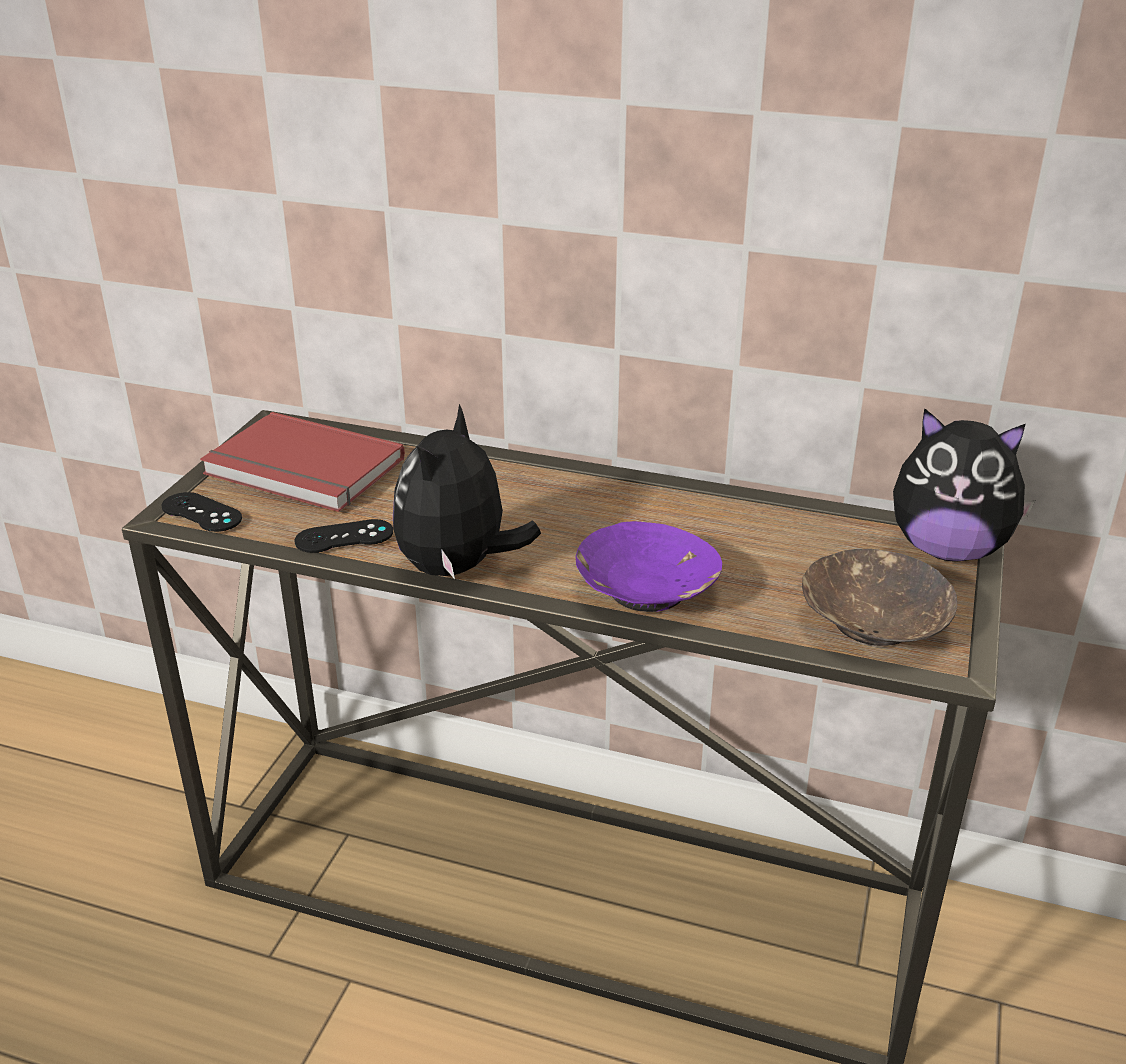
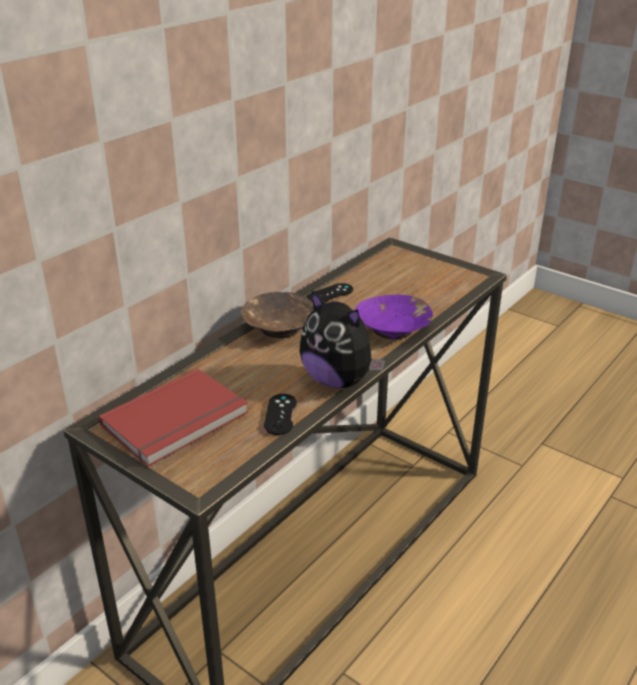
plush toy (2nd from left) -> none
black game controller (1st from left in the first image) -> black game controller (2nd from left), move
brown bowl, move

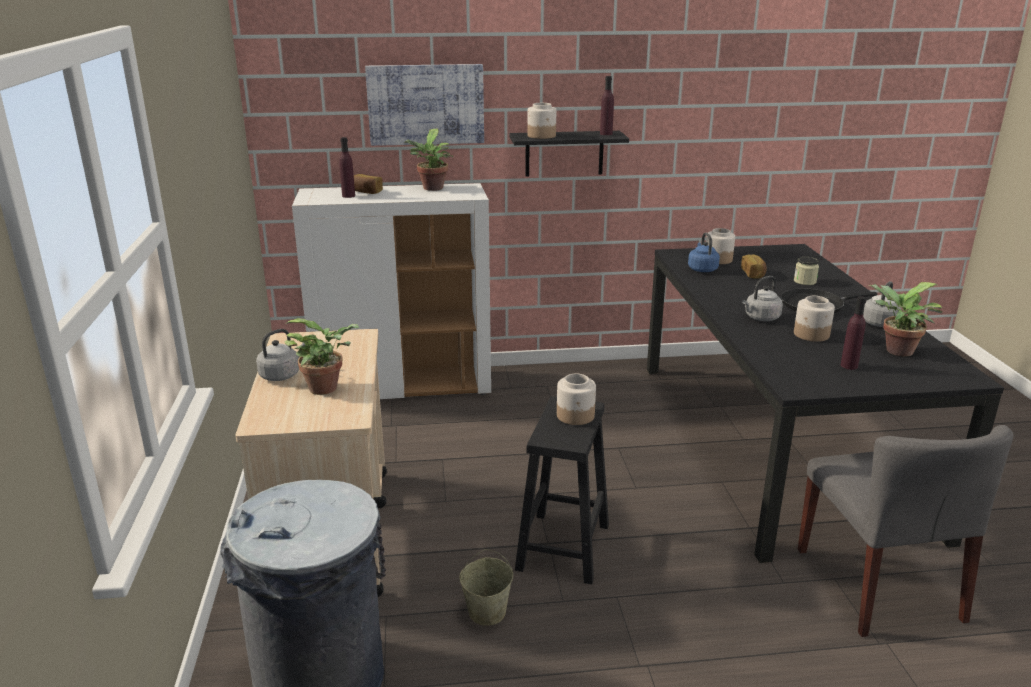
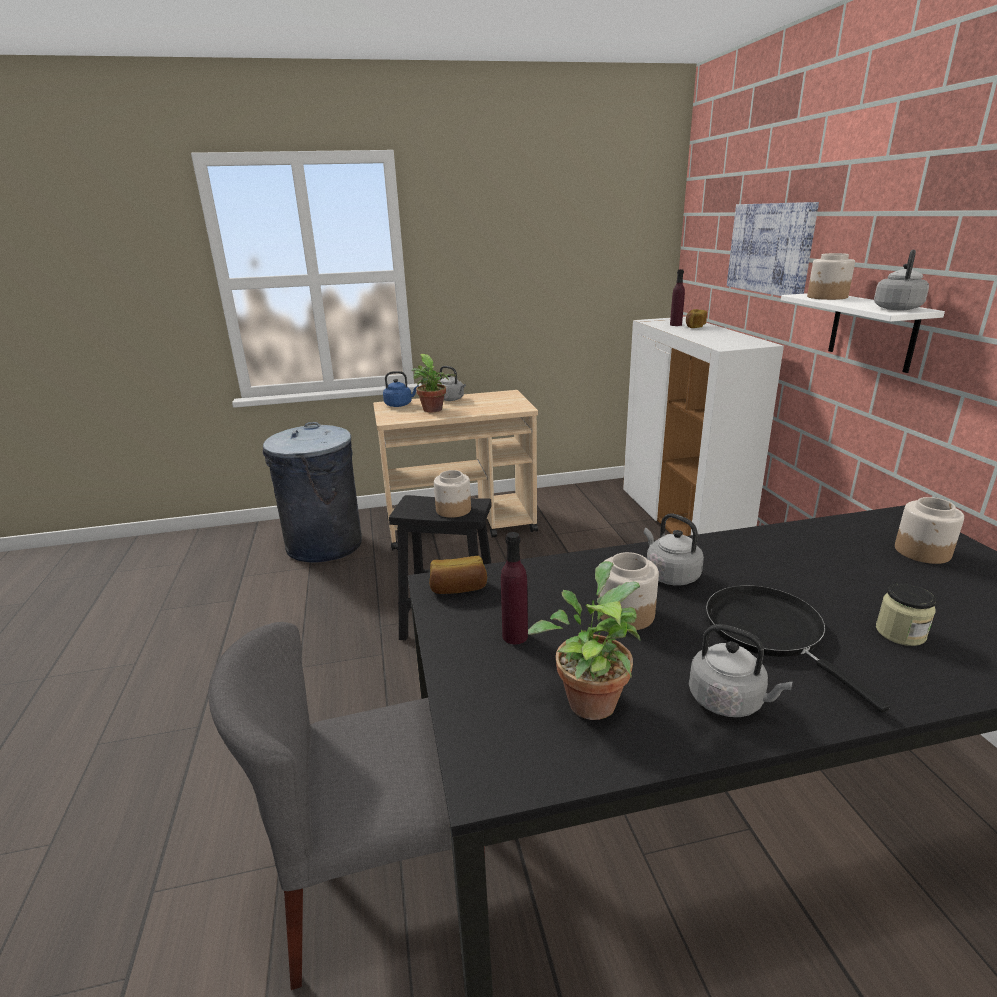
purple bottle (2nd from left) -> grey kettle (4th from left)
potted plant (2nd from left) -> none
black shelf -> white shelf
blue kettle, move
bread (2nd from left in the first image) -> bread (1st from left), move
beige bucket -> none

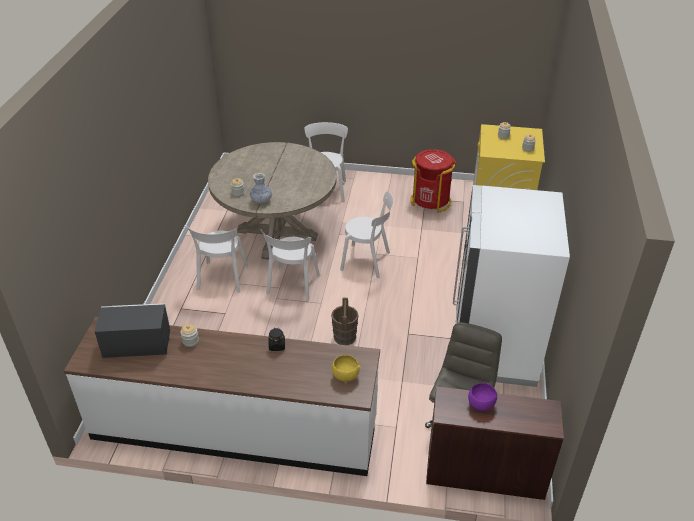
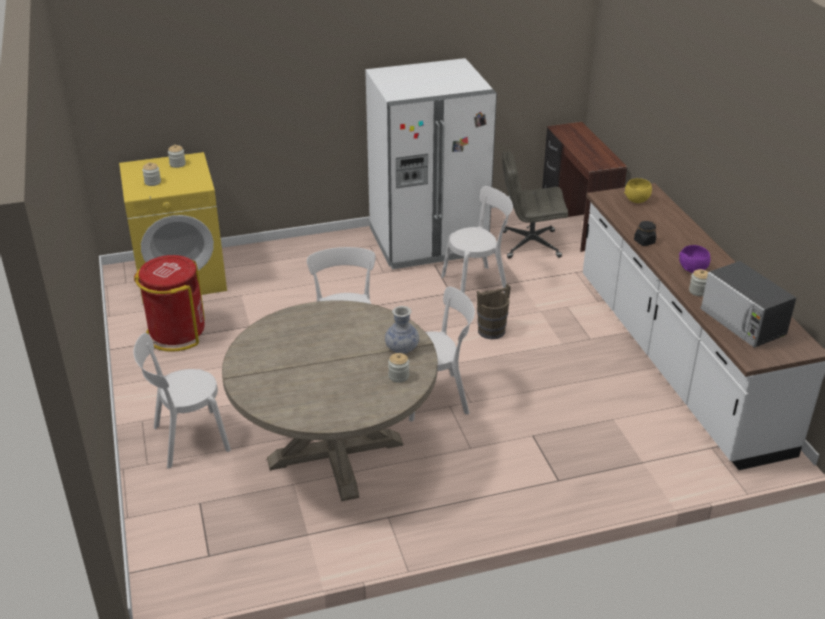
white chair (1st from left in the first image) -> white chair (4th from left), move
purple bowl, move

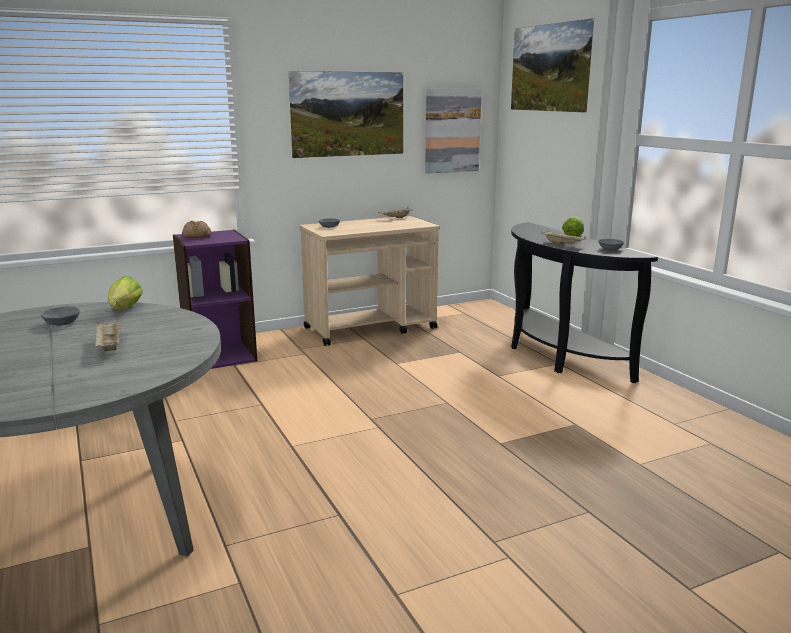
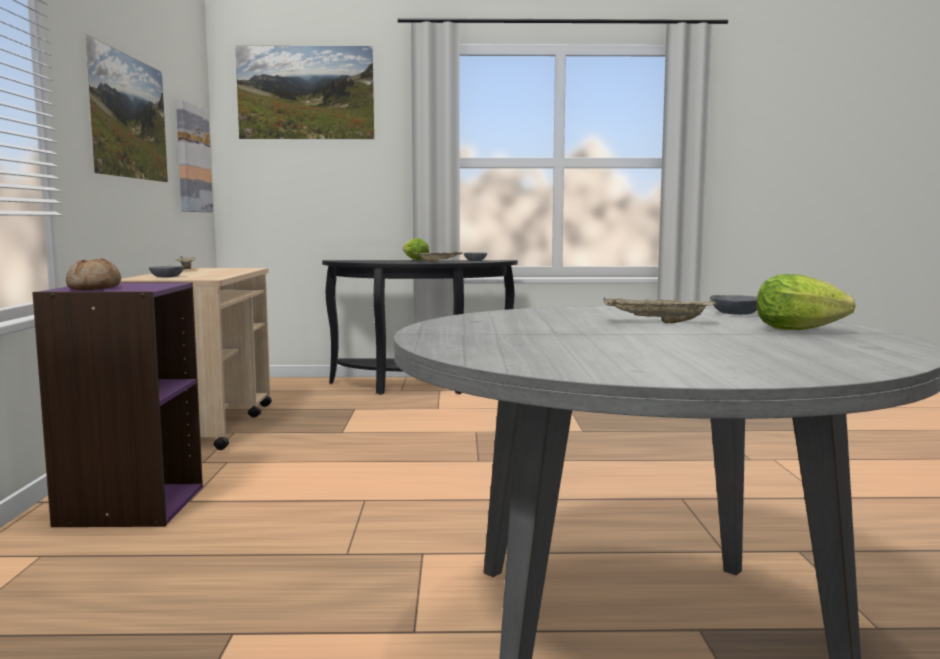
lettuce (1st from left in the first image) -> lettuce (2nd from left), move
grey bowl (1st from left in the first image) -> grey bowl (3rd from left), move

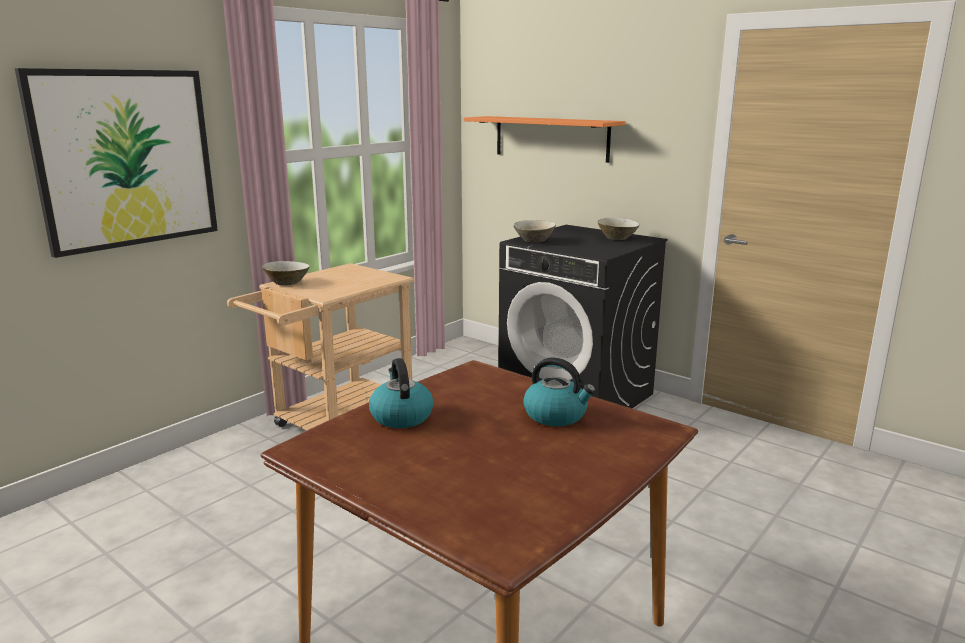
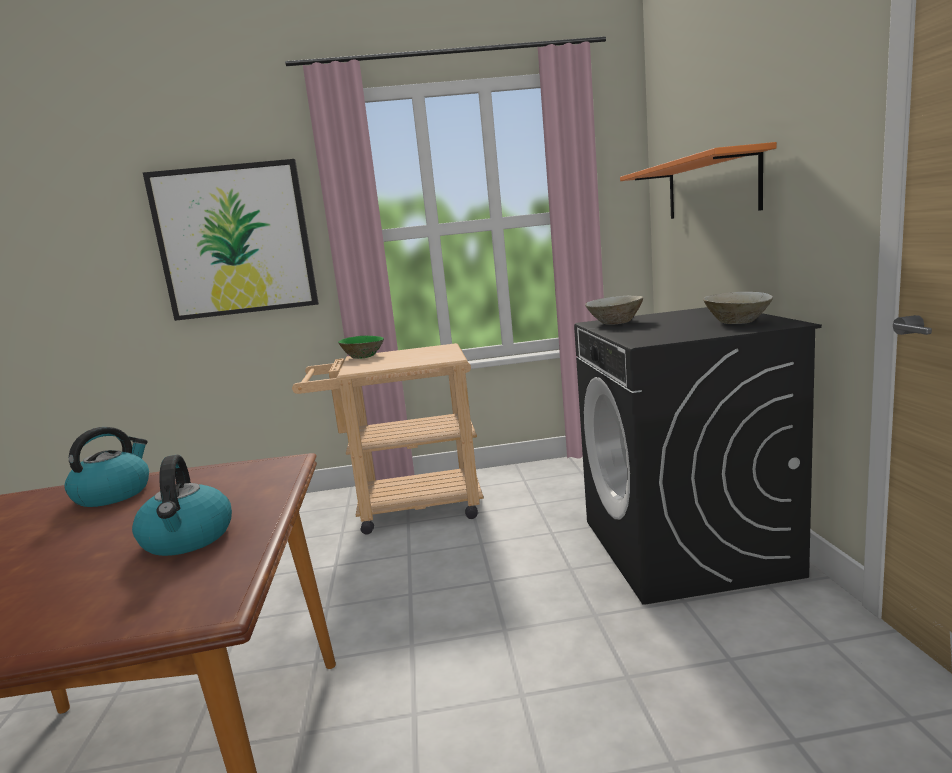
beige bowl (1st from left) -> green bowl

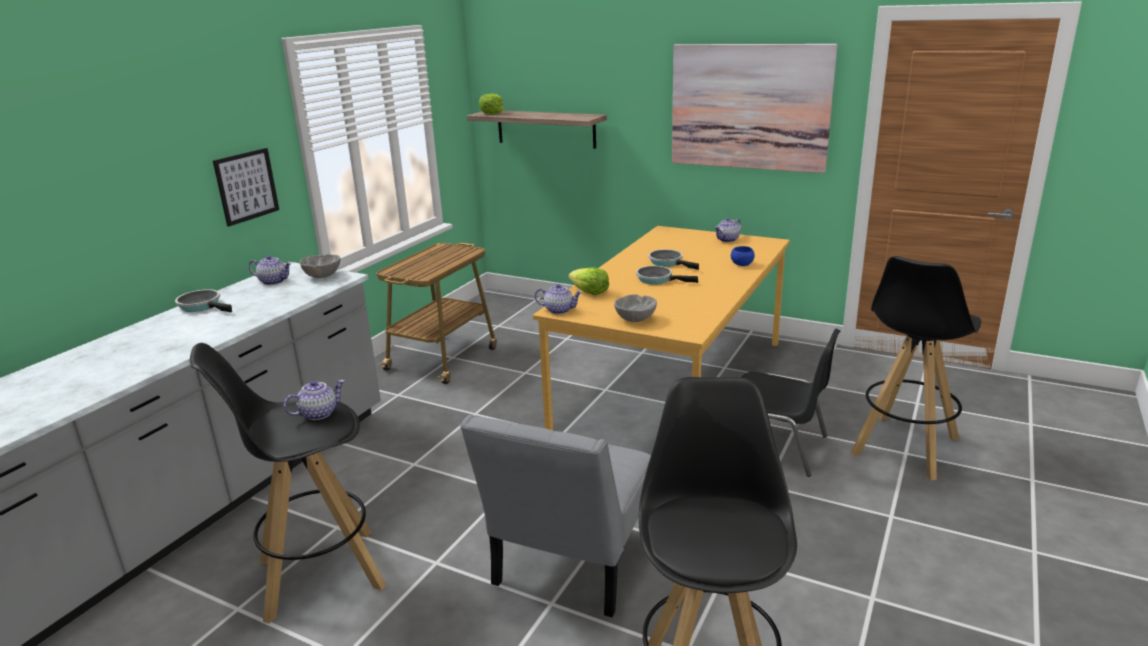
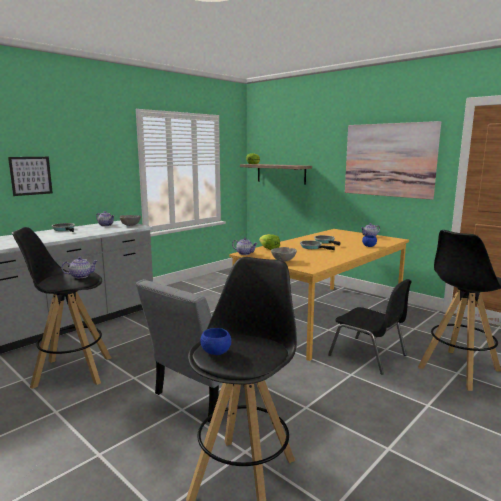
picture (1st from left), move
cart -> none
none -> blue bowl (1st from left)

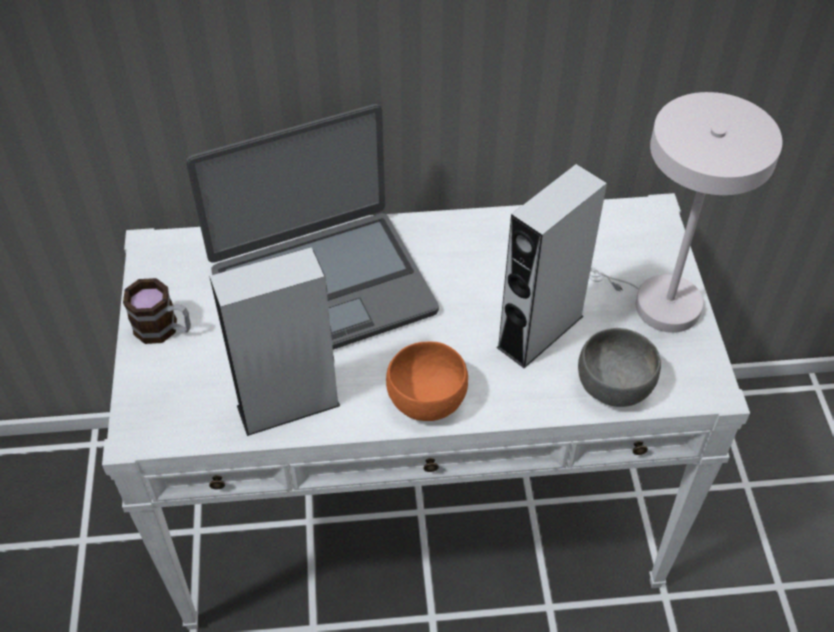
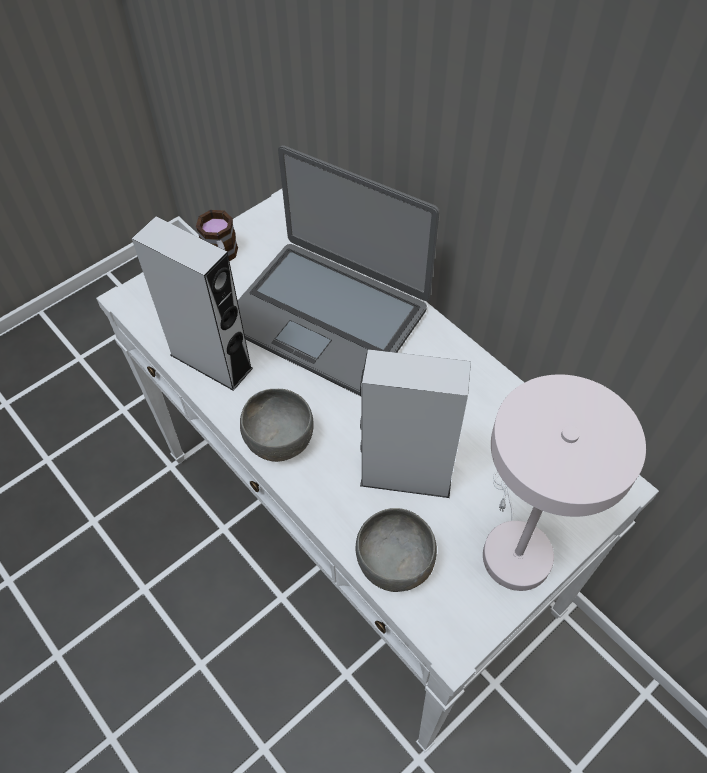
orange bowl -> grey bowl (1st from left)

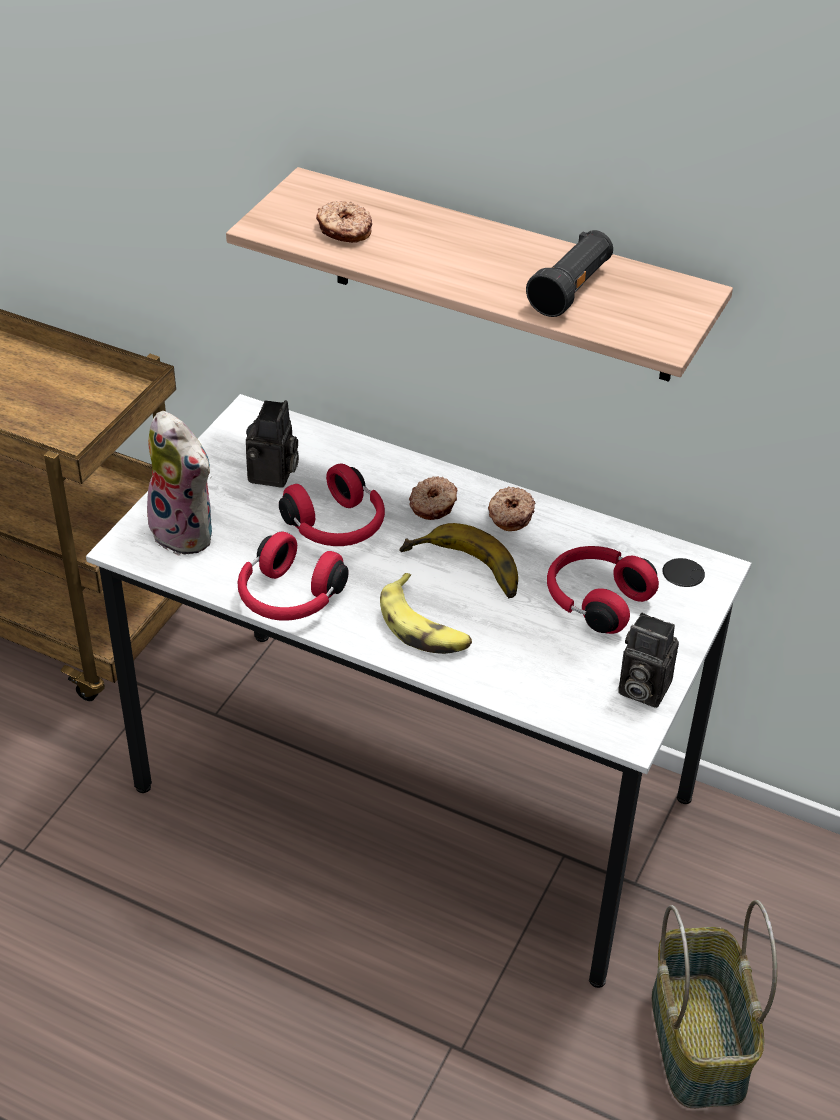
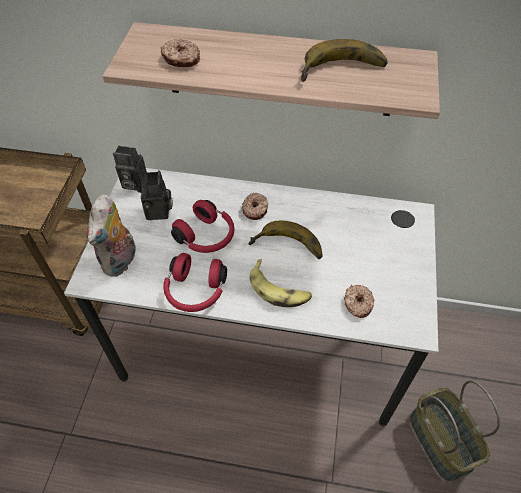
black flashlight -> banana (3rd from left)
plush toy, 75 degrees clockwise
donut (3rd from left), move
red headphones (3rd from left) -> none
photo camera (2nd from left in the first image) -> photo camera (1st from left), move

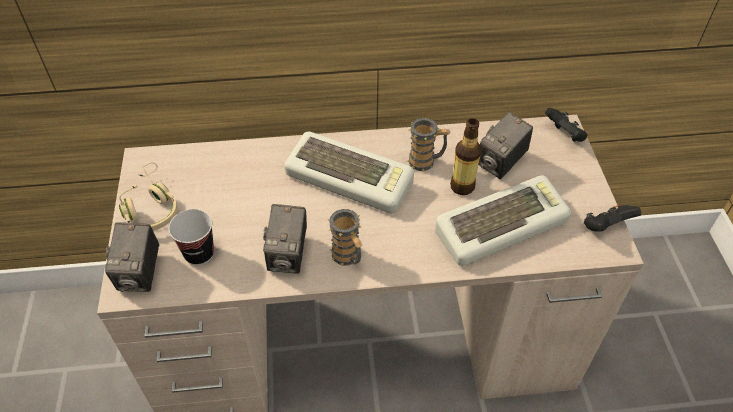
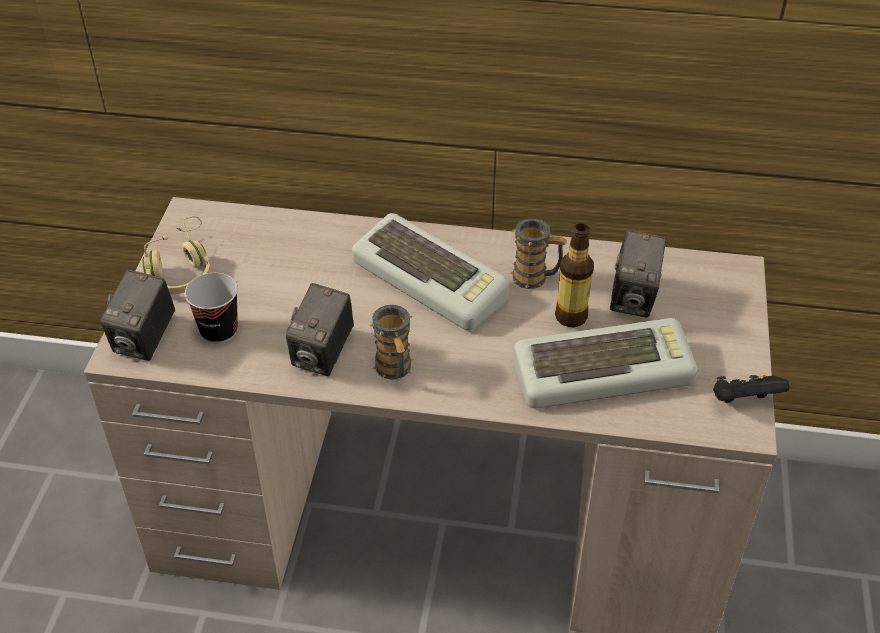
black game controller (1st from left) -> none
photo camera (3rd from left), 45 degrees counterclockwise

